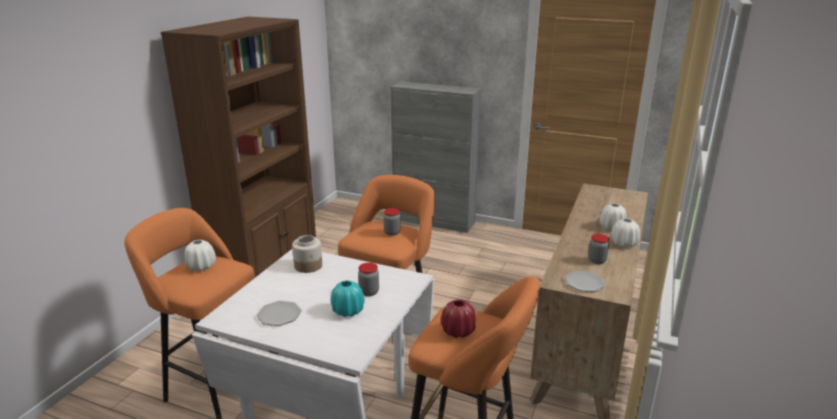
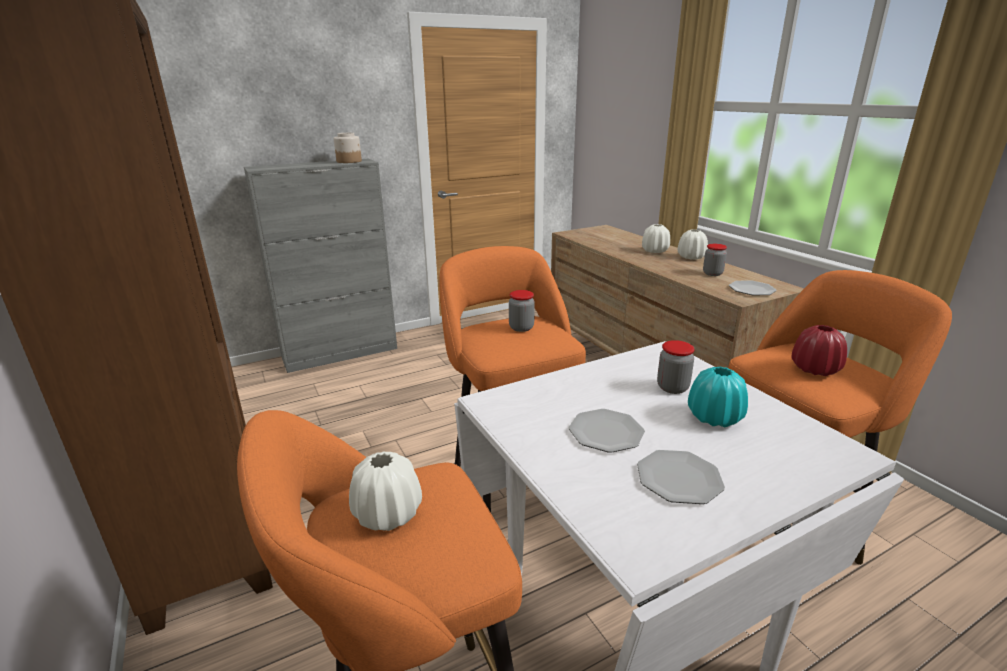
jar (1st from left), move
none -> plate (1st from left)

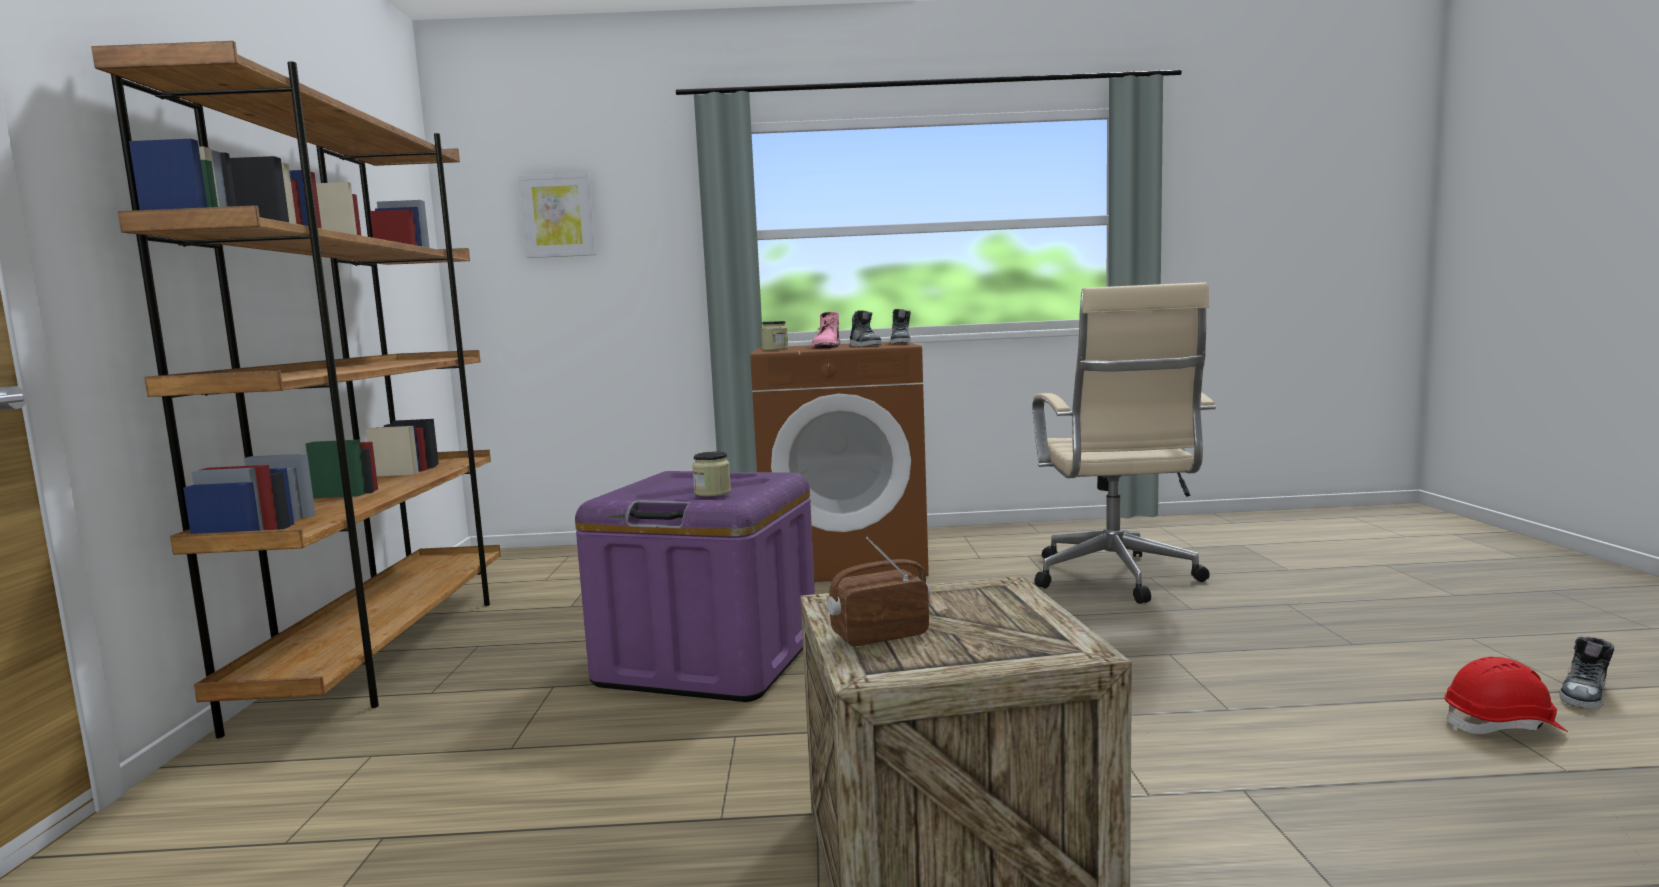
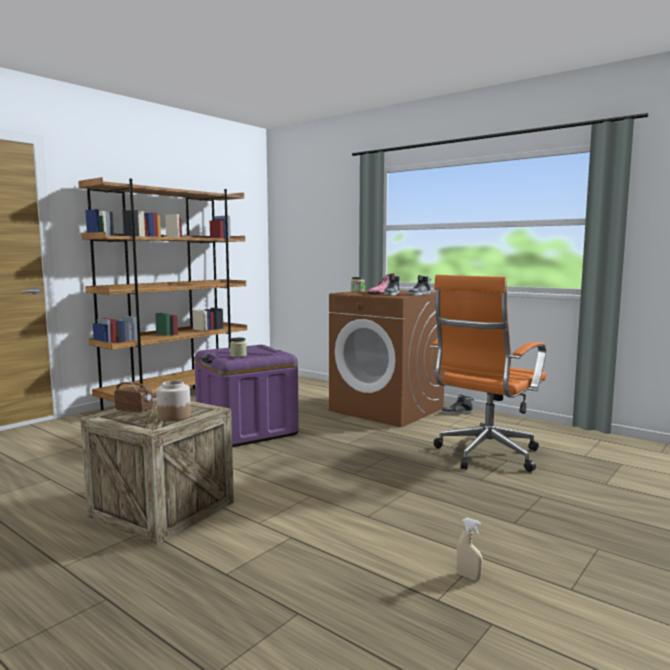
picture -> none
beige office chair -> orange office chair
shoe (3rd from left), move
red hard hat -> beige spray bottle
none -> jar (1st from left)

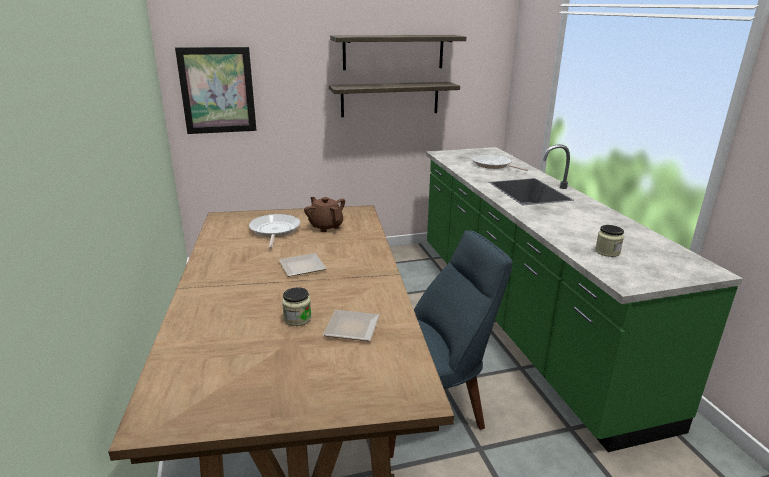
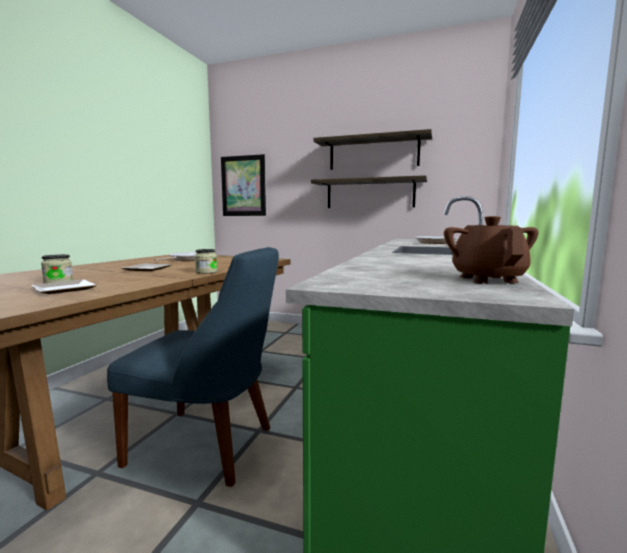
brown teapot, move
jar (2nd from left), move

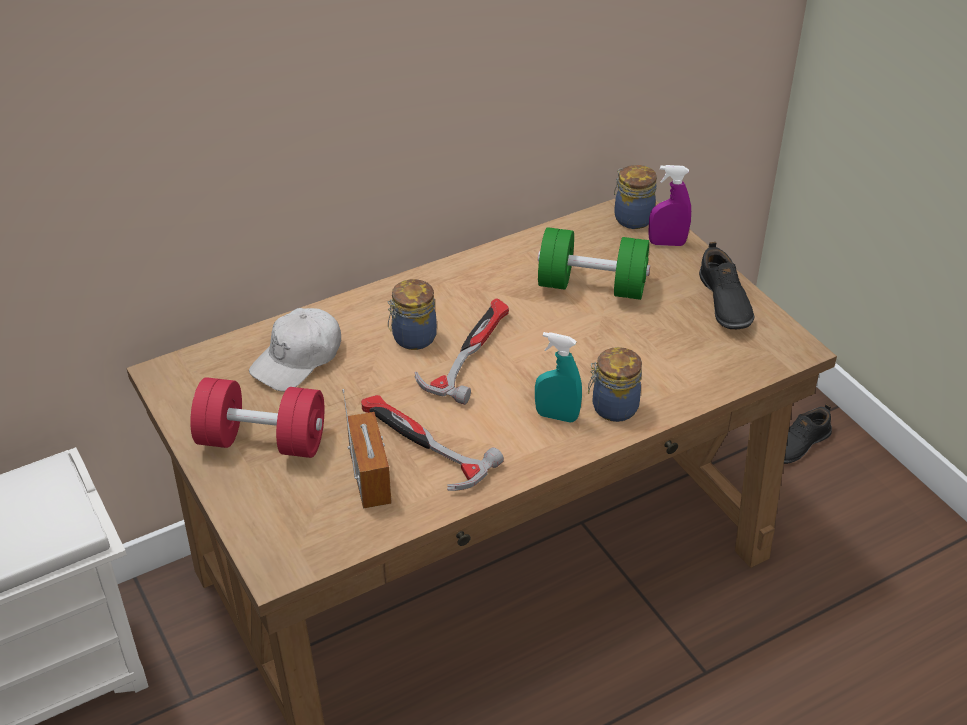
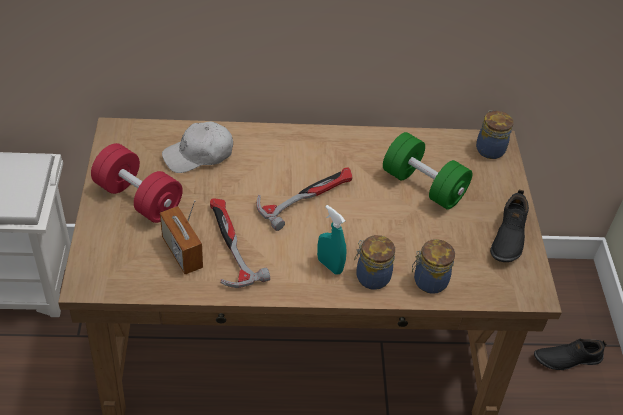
purple spray bottle -> none
jar (1st from left in the first image) -> jar (2nd from left), move
radio, 135 degrees clockwise

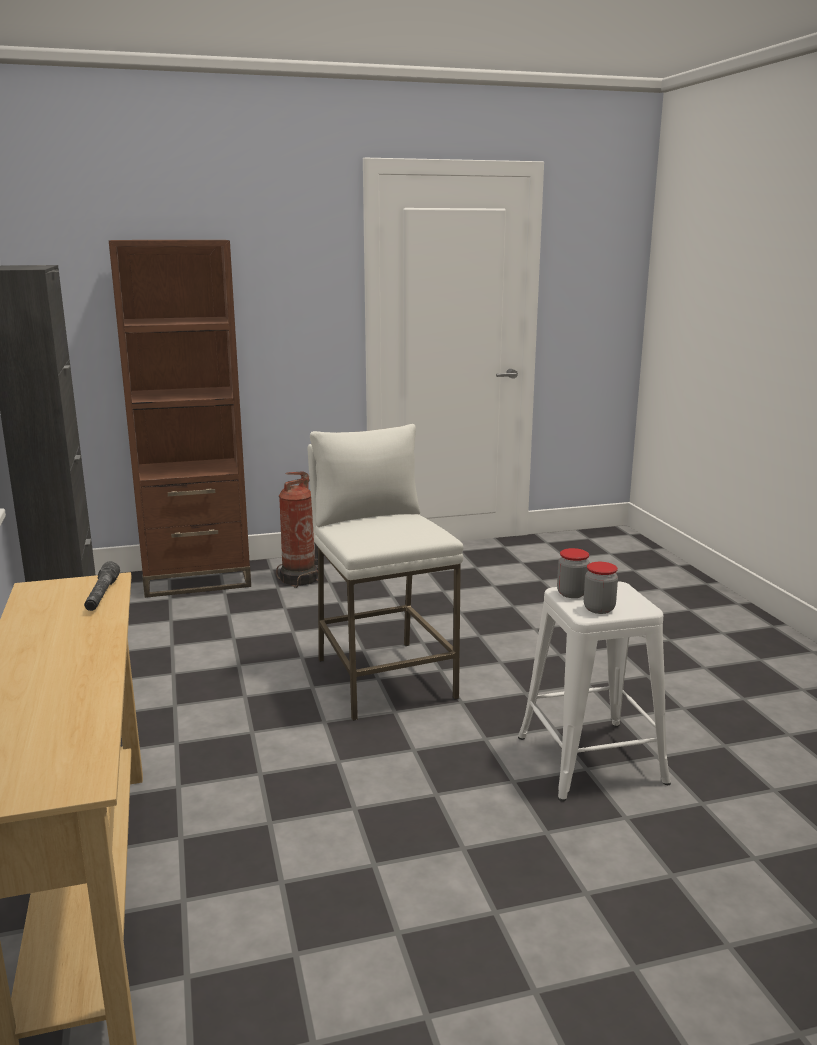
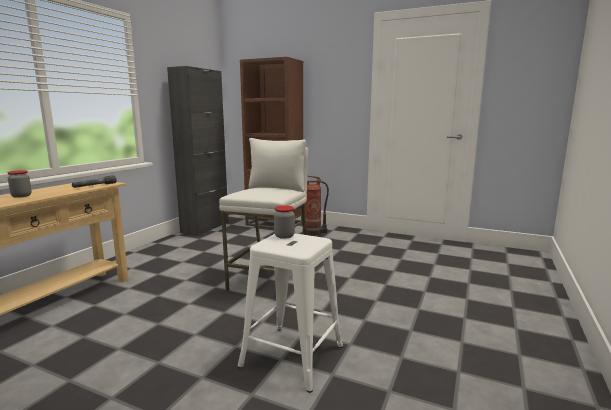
jar (2nd from left in the first image) -> jar (1st from left), move

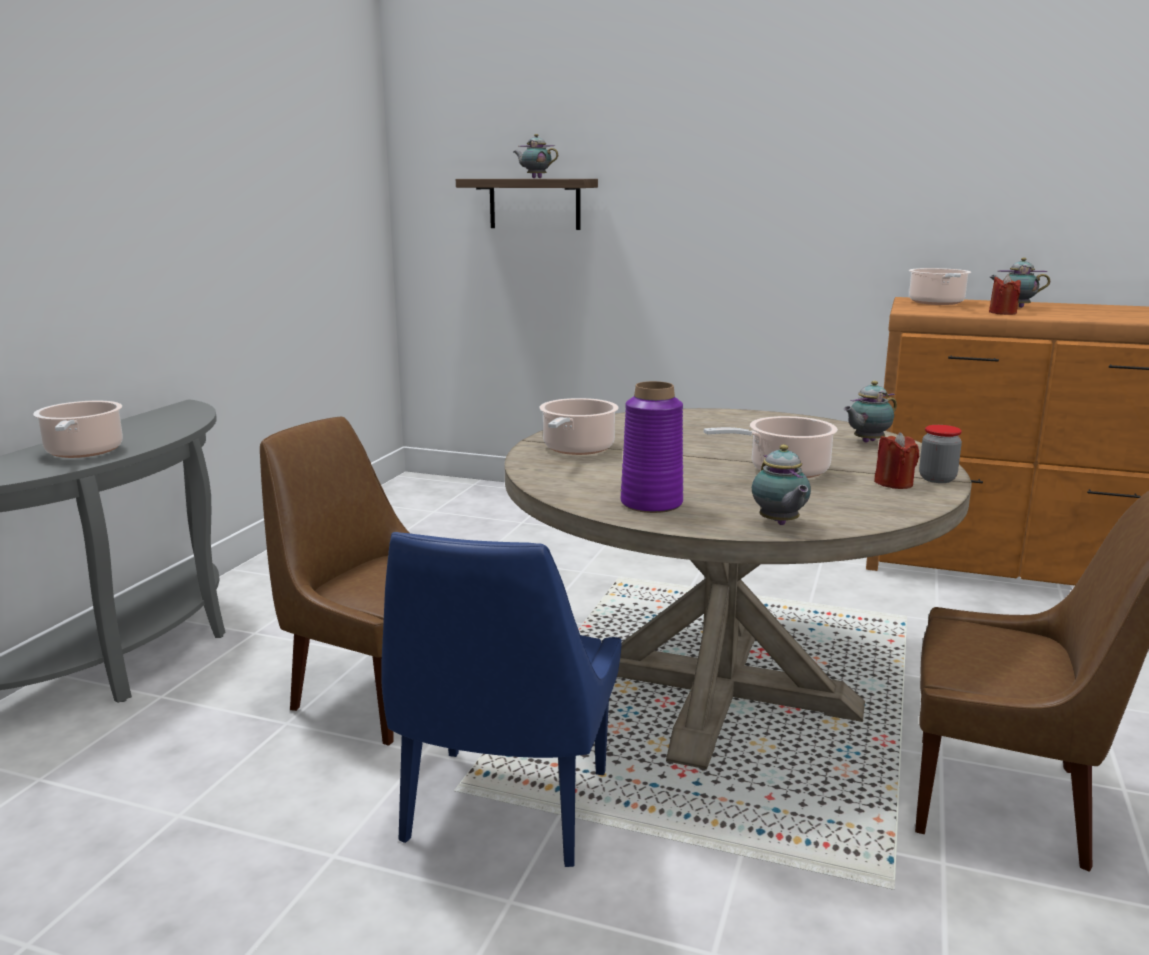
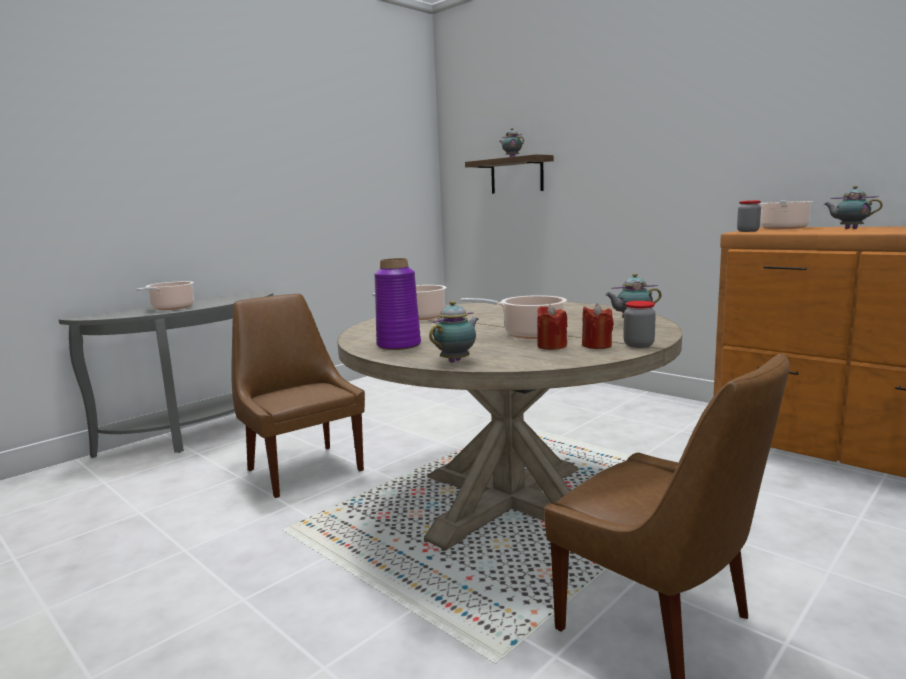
red candle (2nd from left in the first image) -> red candle (1st from left), move
teapot (2nd from left in the first image) -> teapot (1st from left), 150 degrees counterclockwise
blue chair -> none
none -> jar (2nd from left)

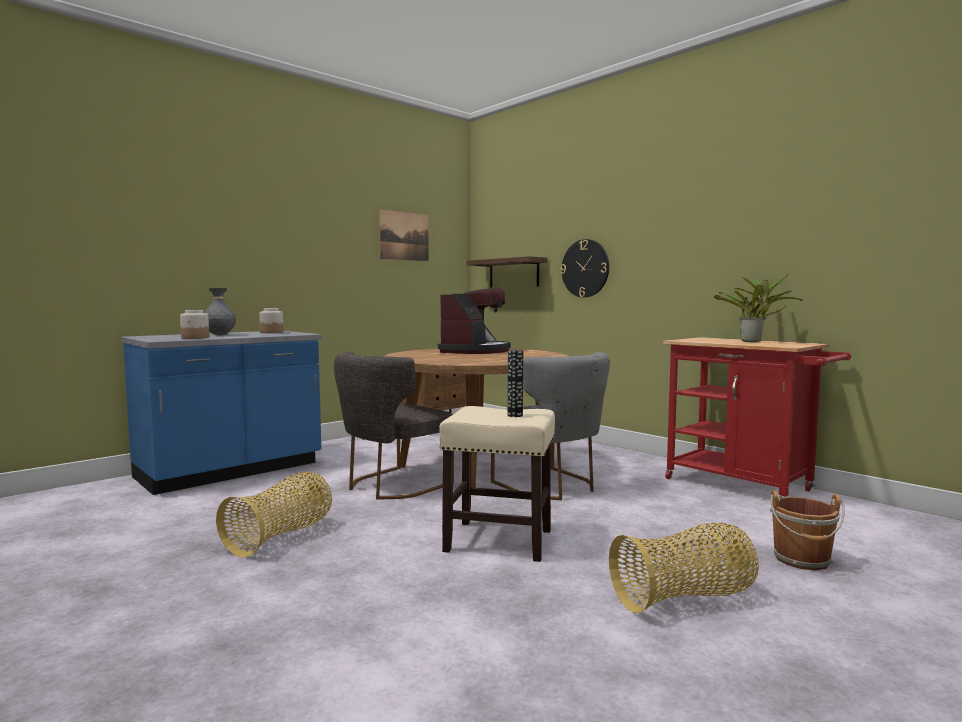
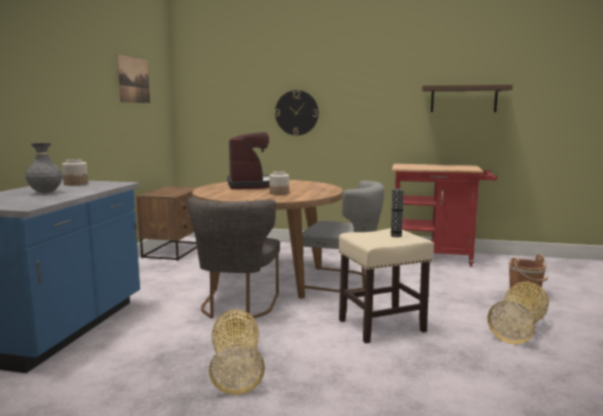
shelf, move
potted plant -> none
jar (1st from left in the first image) -> jar (2nd from left), move

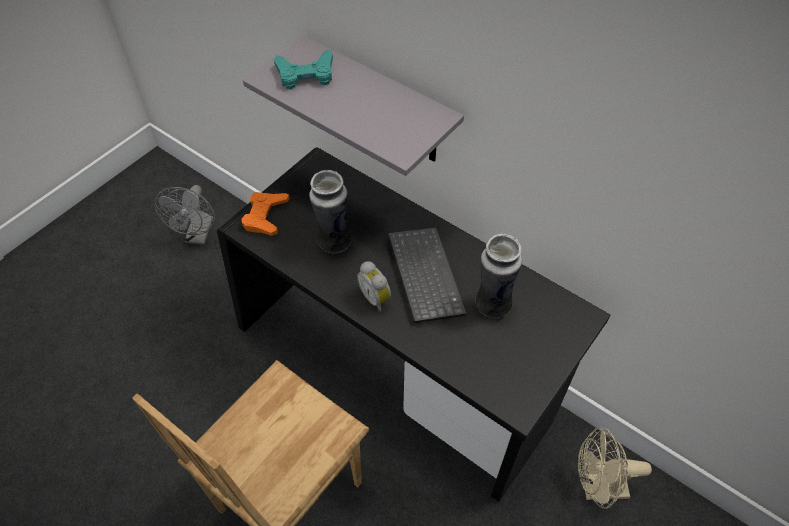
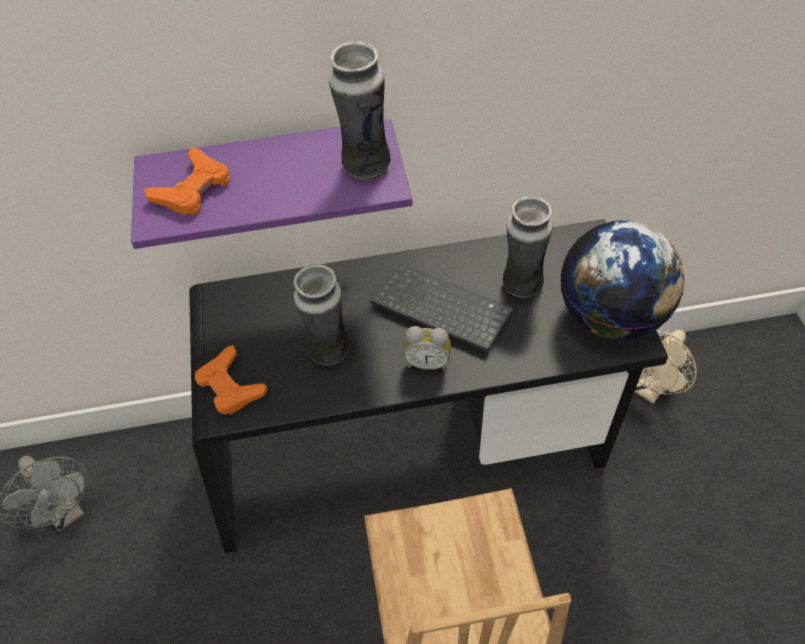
grey shelf -> purple shelf
turquoise game controller -> orange game controller (1st from left)
none -> vase (2nd from left)
none -> globe

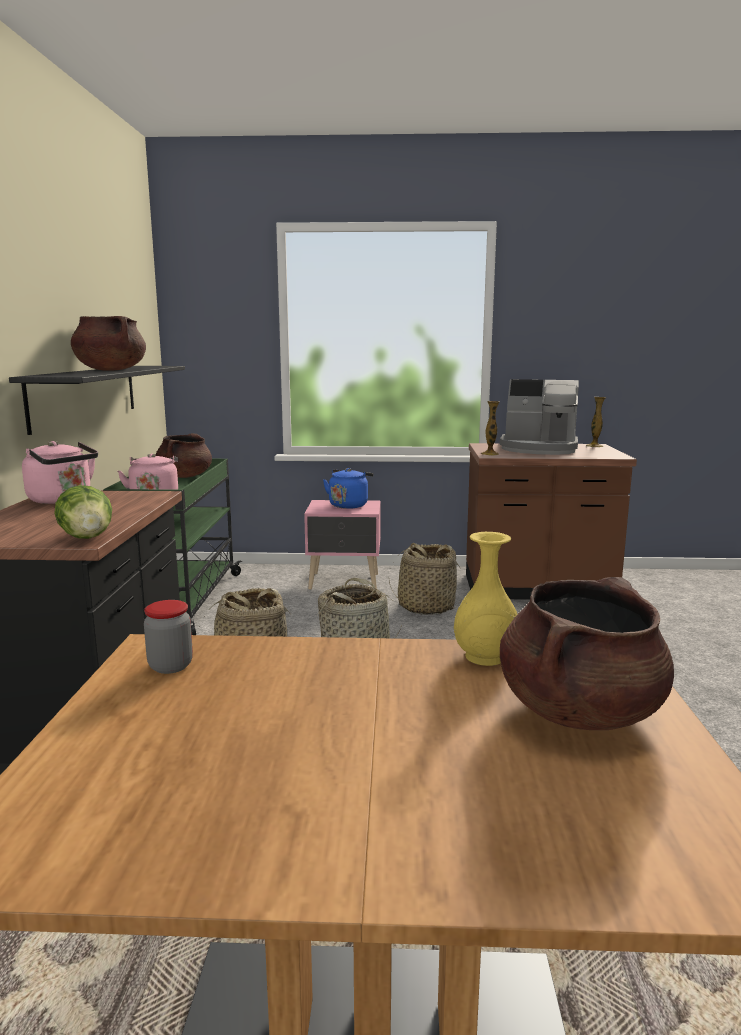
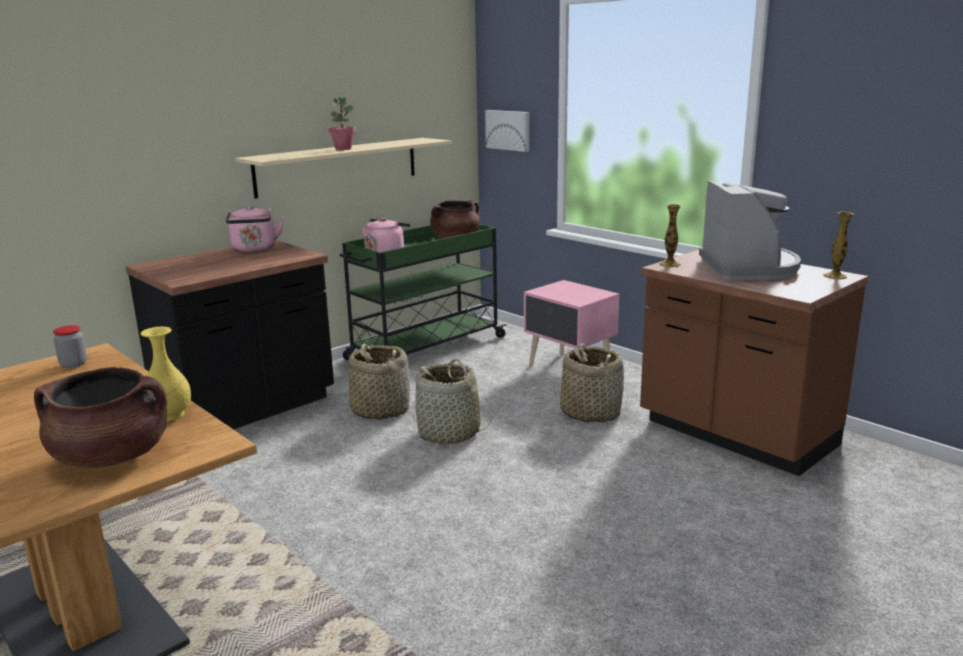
brown cooking pot (1st from left) -> potted plant
black shelf -> beige shelf
coffee machine, 150 degrees counterclockwise
blue kettle -> none
lettuce -> none
none -> picture

